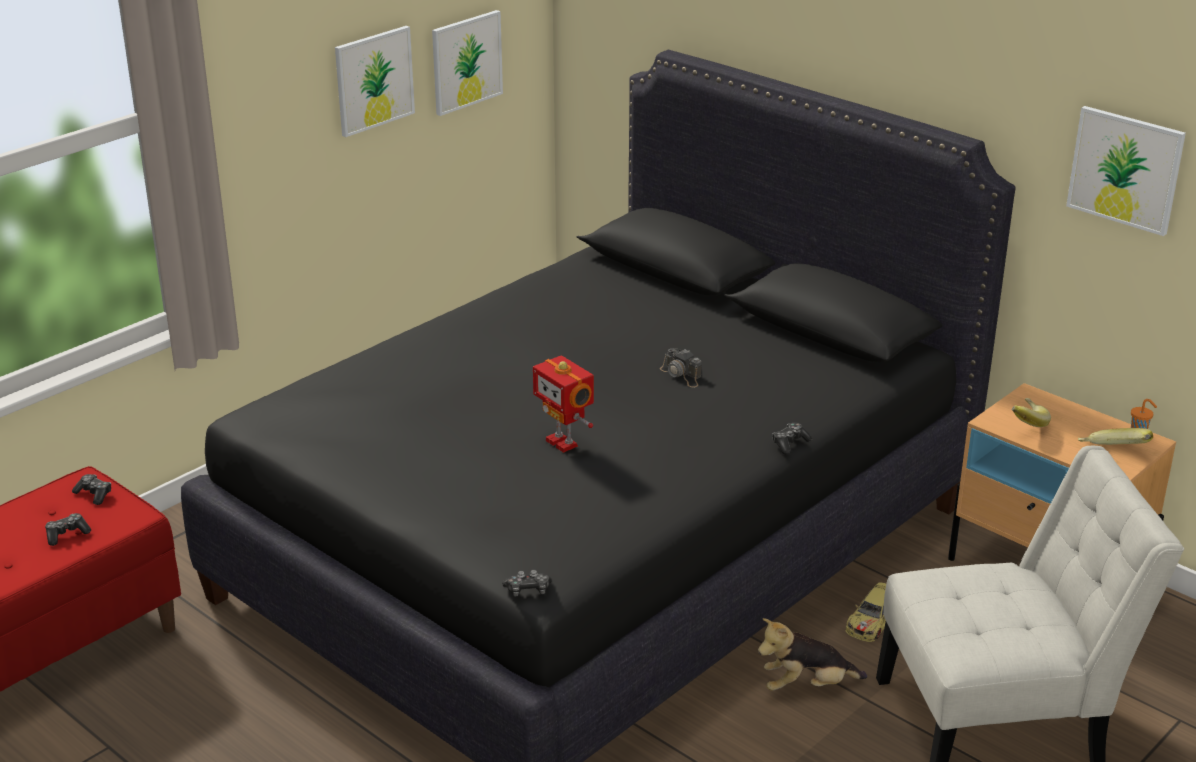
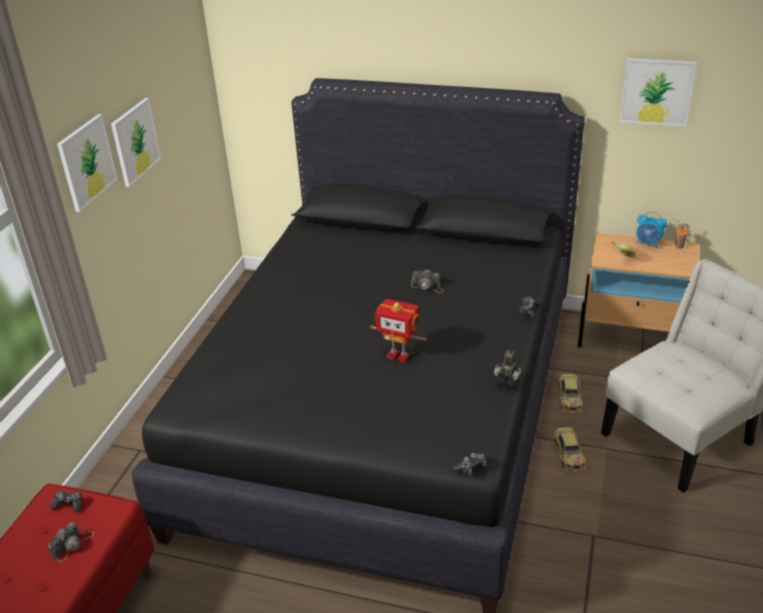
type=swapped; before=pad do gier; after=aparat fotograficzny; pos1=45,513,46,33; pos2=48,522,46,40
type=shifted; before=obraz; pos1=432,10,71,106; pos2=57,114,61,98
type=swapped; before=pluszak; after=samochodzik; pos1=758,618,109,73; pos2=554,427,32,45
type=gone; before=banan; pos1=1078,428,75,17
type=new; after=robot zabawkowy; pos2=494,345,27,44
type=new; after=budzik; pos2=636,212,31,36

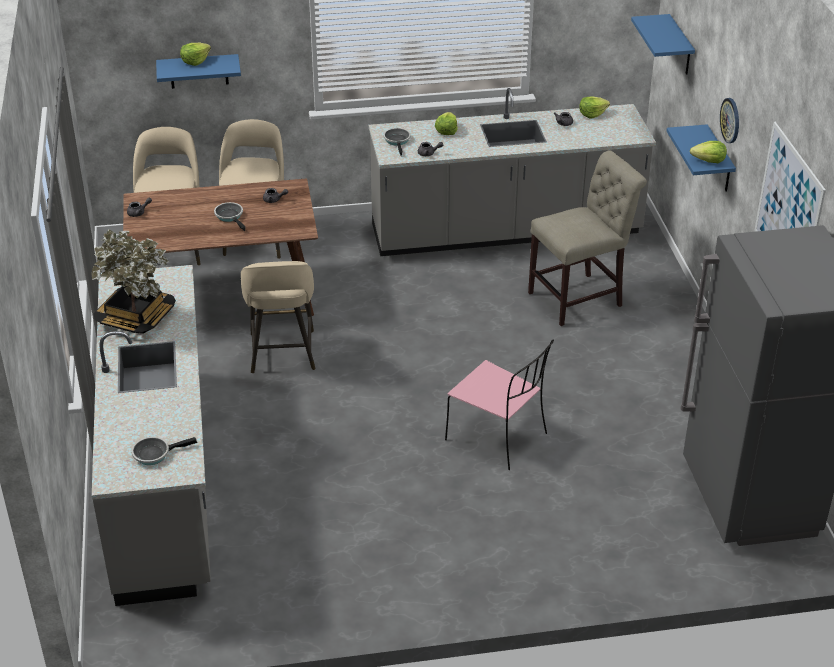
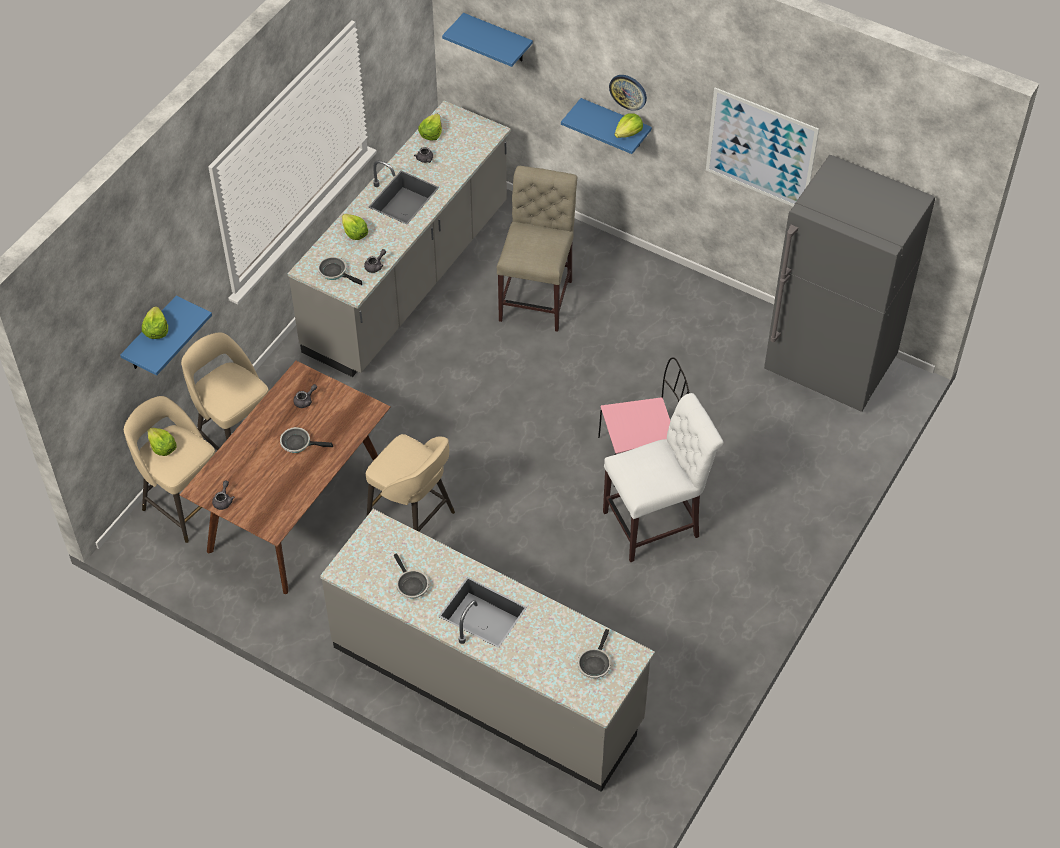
type=swapped; before=roślina doniczkowa; after=patelnia; pos1=91,229,85,105; pos2=394,553,35,45
type=new; after=sałata; pos2=148,428,29,28
type=new; after=krzesło [biały]; pos2=603,393,121,169

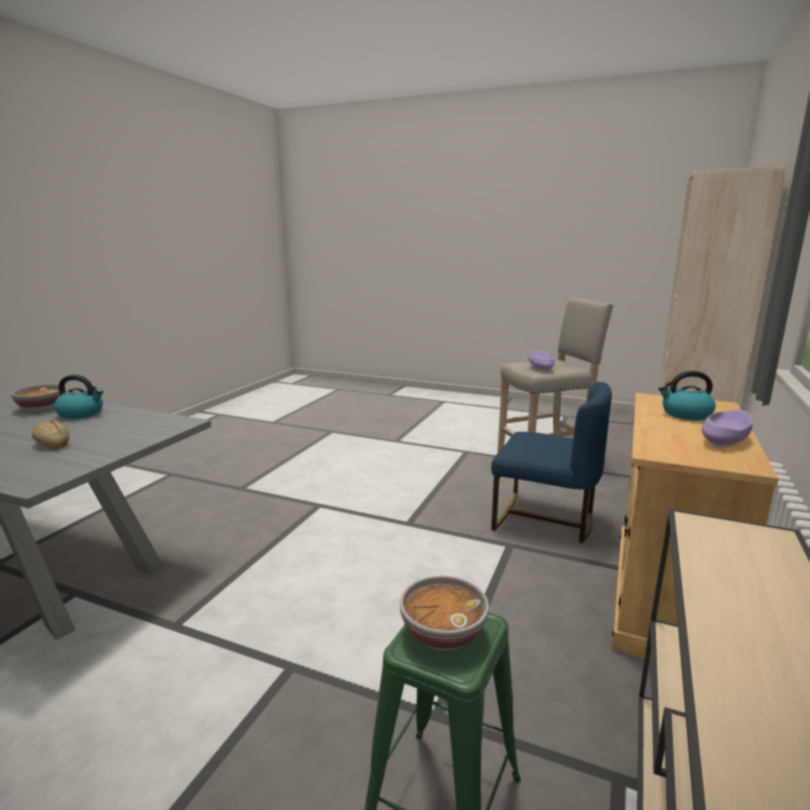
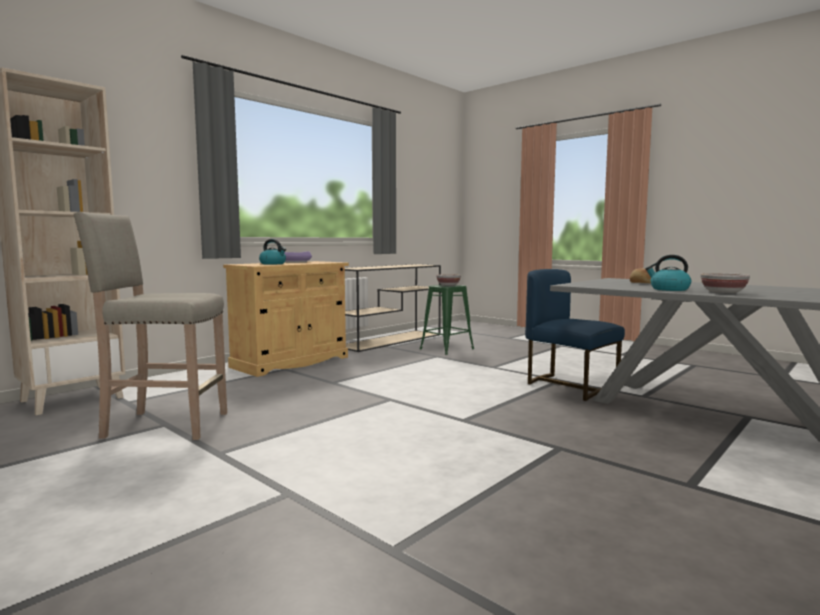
type=shifted; before=krzesło [niebieski]; pos1=491,382,121,161; pos2=525,269,100,132
type=gone; before=miska [fioletowy]; pos1=529,350,26,21

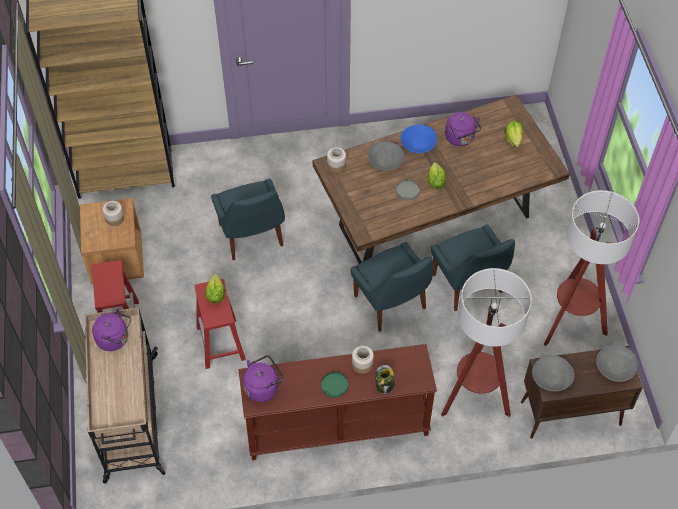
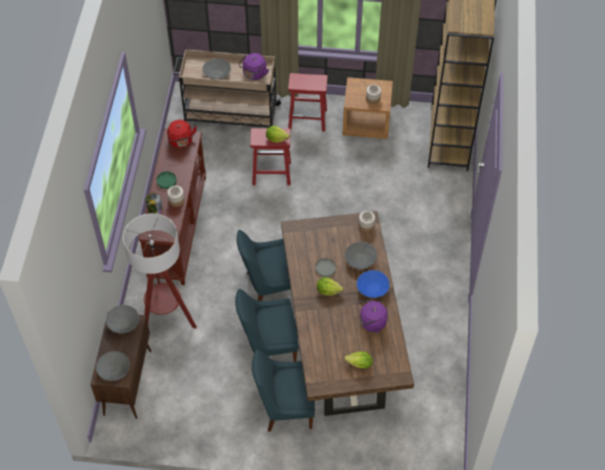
type=shifted; before=krzesło [niebieski]; pos1=211,179,74,81; pos2=252,350,63,82
type=repainted; before=czajnik [fioletowy]; after=czajnik [czerwony]; pos1=243,355,41,47; pos2=167,120,30,28
type=gone; before=lampa stojąca; pos1=544,190,95,156
type=new; after=miska [szary]; pos2=202,58,29,21

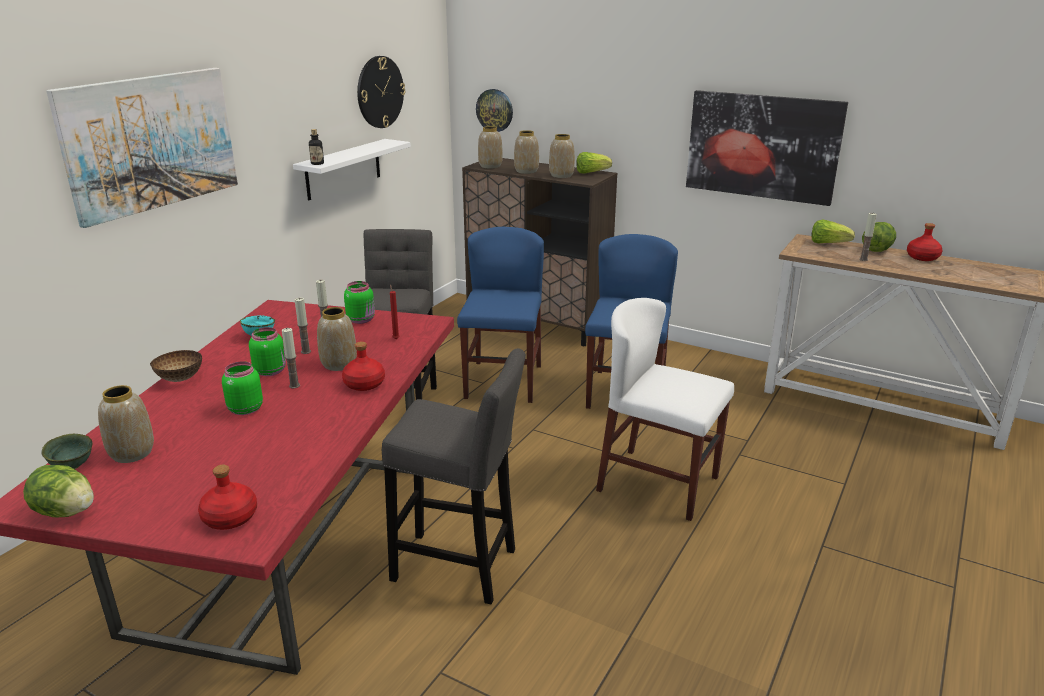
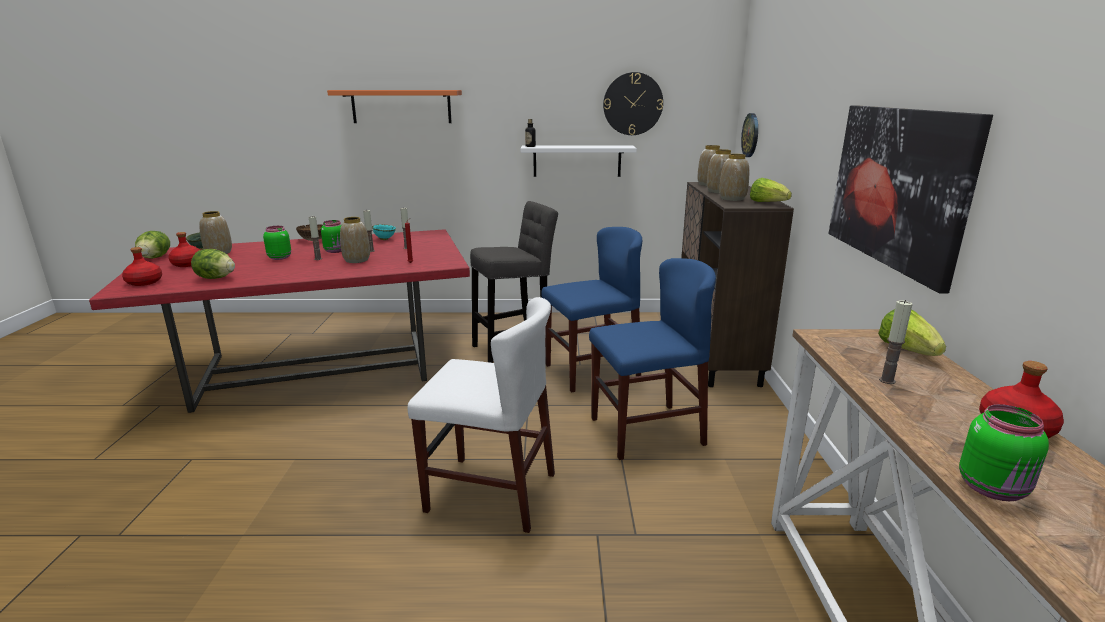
type=swapped; before=obraz; after=półka [pomarańczowy]; pos1=46,68,192,160; pos2=327,90,135,33
type=shifted; before=butelka [czerwony]; pos1=342,341,43,50; pos2=168,232,32,35
type=shifted; before=słoik [zielony]; pos1=344,281,31,43; pos2=959,404,90,97
type=gone; before=stołek [szary]; pos1=382,348,144,257
type=rotated; before=krzesło [biały]; pos1=596,298,138,223; pos2=408,297,147,236; turn=105
type=shifted; before=sałata; pos1=862,222,34,30; pos2=191,249,44,30

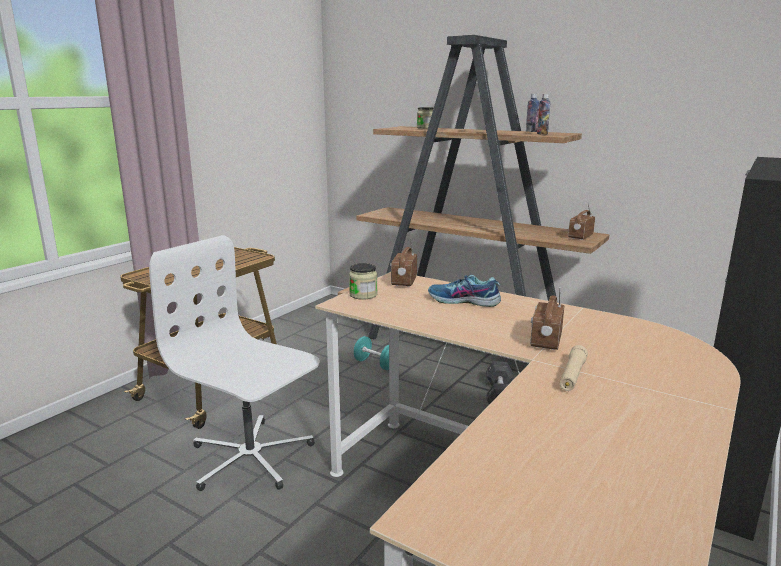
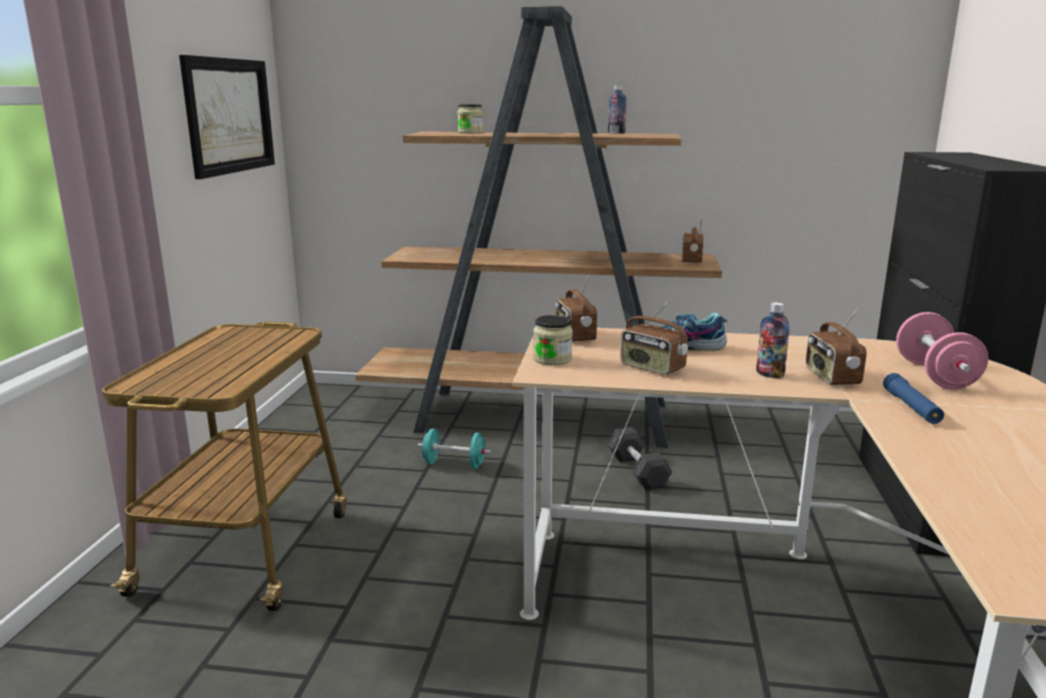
type=gone; before=krzesło biurowe [biały]; pos1=149,235,171,256
type=shifted; before=butelka; pos1=537,94,14,41; pos2=756,302,34,77
type=repainted; before=latarka [beżowy]; after=latarka [niebieski]; pos1=560,345,28,46; pos2=883,373,61,51
type=new; after=obraz; pos2=179,55,96,124
type=new; after=radio; pos2=620,299,68,76
type=new; after=hantel [różowy]; pos2=896,312,92,77

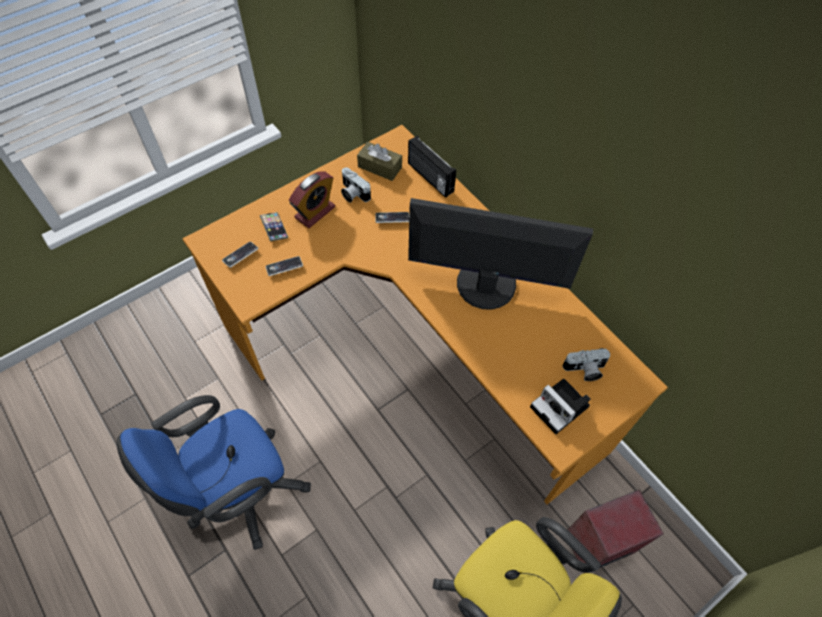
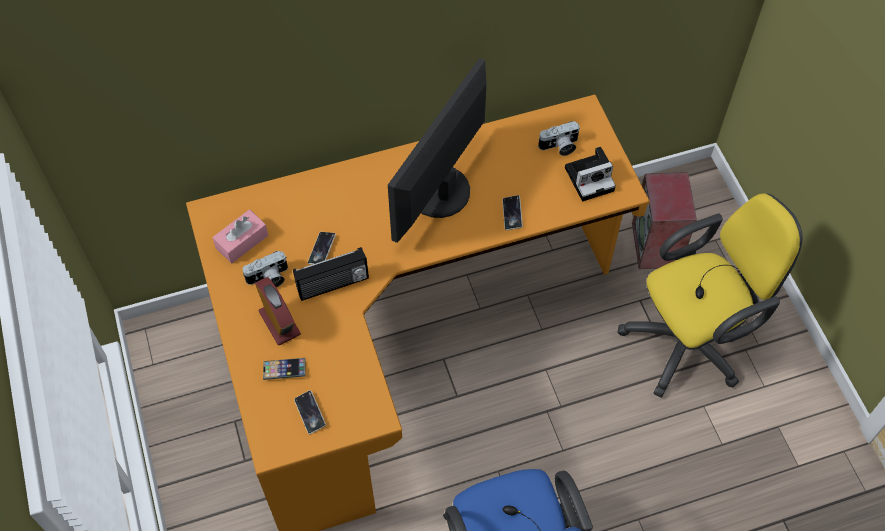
type=shifted; before=telefon; pos1=265,256,38,20; pos2=502,195,21,35
type=repainted; before=pudełko chusteczek [brązowy]; after=pudełko chusteczek [różowy]; pos1=357,142,45,39; pos2=212,209,56,54
type=shifted; before=radio; pos1=408,135,48,63; pos2=293,247,76,54
type=rotated; before=aparat fotograficzny; pos1=563,348,47,33; pos2=538,121,42,35; turn=60

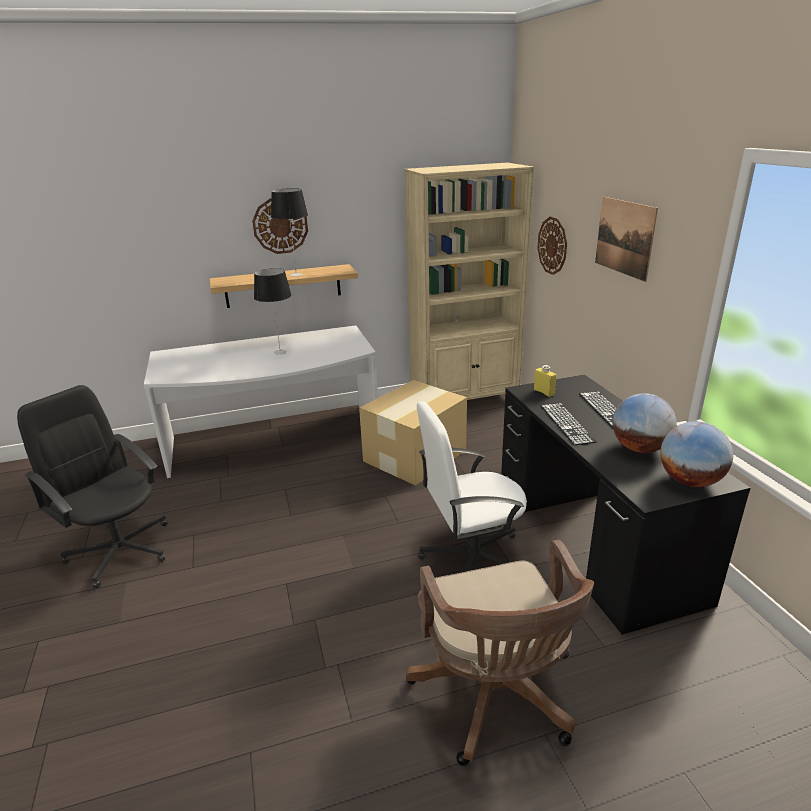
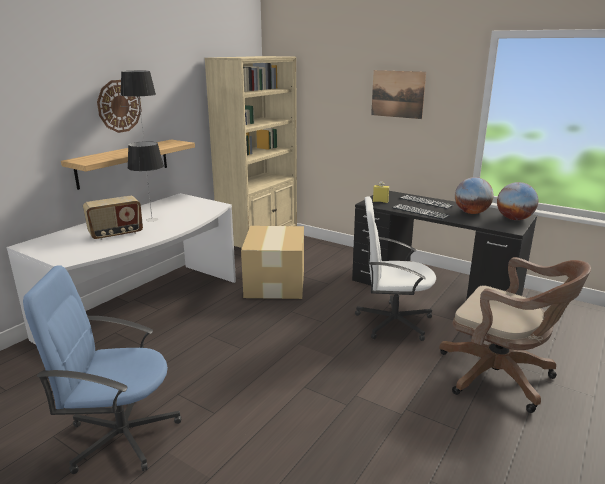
type=repainted; before=krzesło biurowe [czarny]; after=krzesło biurowe [niebieski]; pos1=17,385,150,203; pos2=23,266,158,208
type=rotated; before=krzesło biurowe [biały]; pos1=417,401,110,171; pos2=355,196,81,145; turn=60
type=gone; before=zegar ścienny; pos1=537,216,30,59
type=new; after=radio; pos2=83,196,60,44

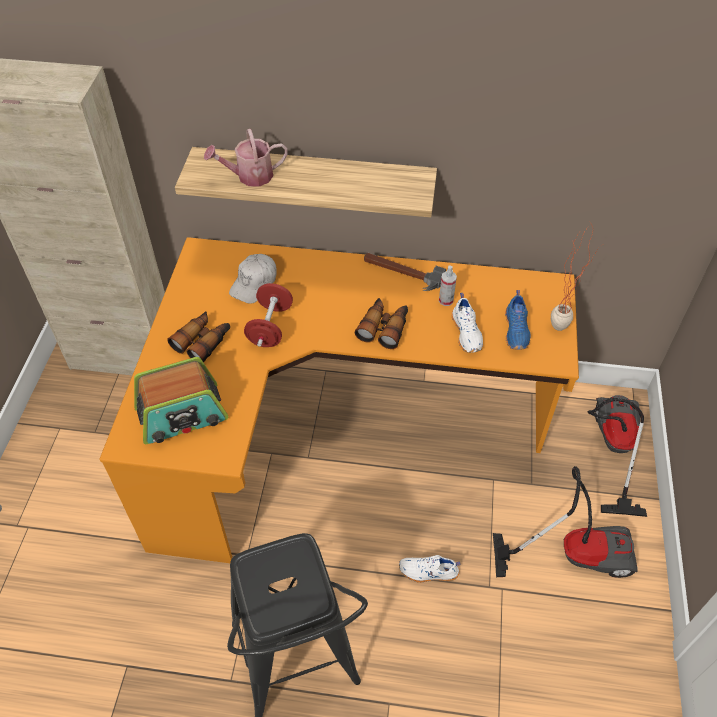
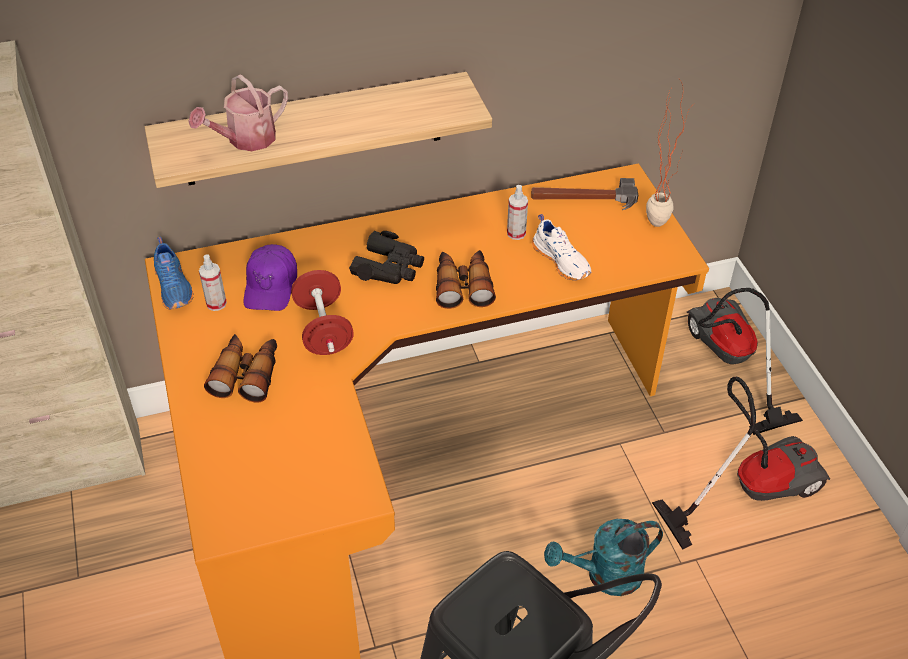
type=gone; before=radio; pos1=134,357,95,87
type=repainted; before=czapka z daszkiem [biały]; after=czapka z daszkiem [fioletowy]; pos1=229,254,48,50; pos2=244,244,53,67
type=shifted; before=młotek; pos1=364,253,82,38; pos2=531,178,107,32
type=swapped; before=but [biały]; after=konewka [turkusowy]; pos1=399,555,62,28; pos2=544,519,119,77
type=shifted; before=but [niebieski]; pos1=505,290,26,60; pos2=154,237,39,73
type=new; after=spryskiwacz; pos2=199,254,28,57
type=new; after=lornetka [czarny]; pos2=349,231,75,53

